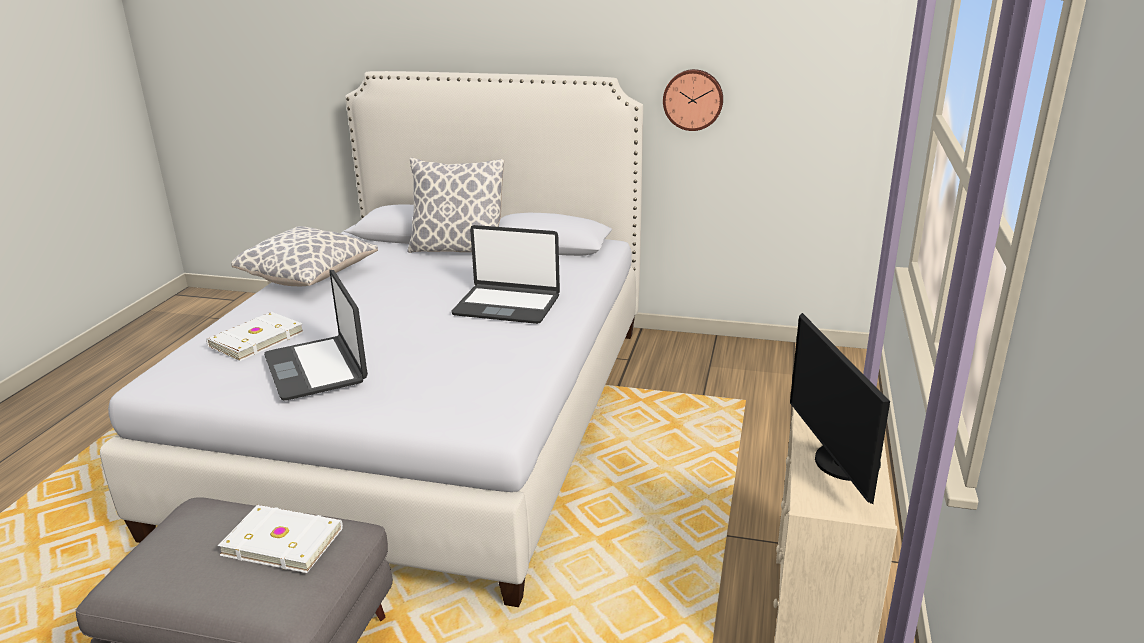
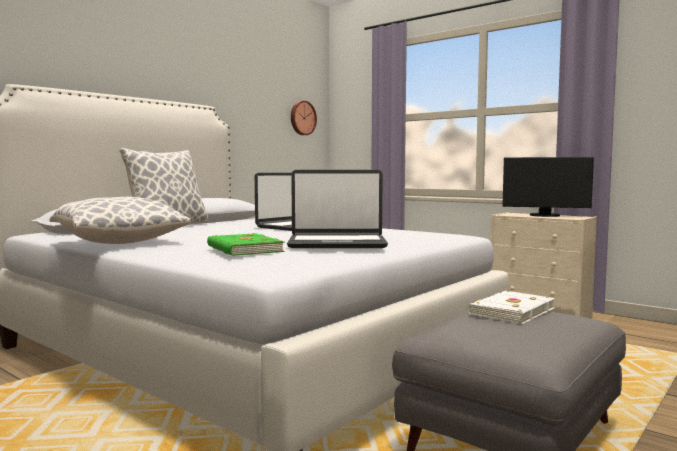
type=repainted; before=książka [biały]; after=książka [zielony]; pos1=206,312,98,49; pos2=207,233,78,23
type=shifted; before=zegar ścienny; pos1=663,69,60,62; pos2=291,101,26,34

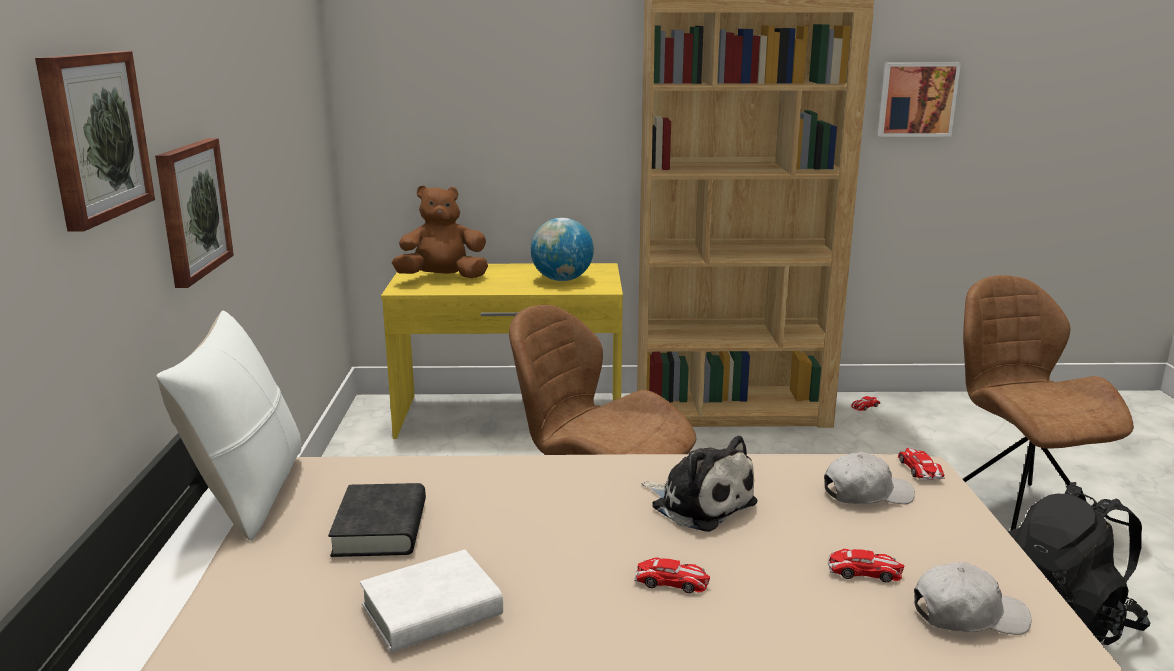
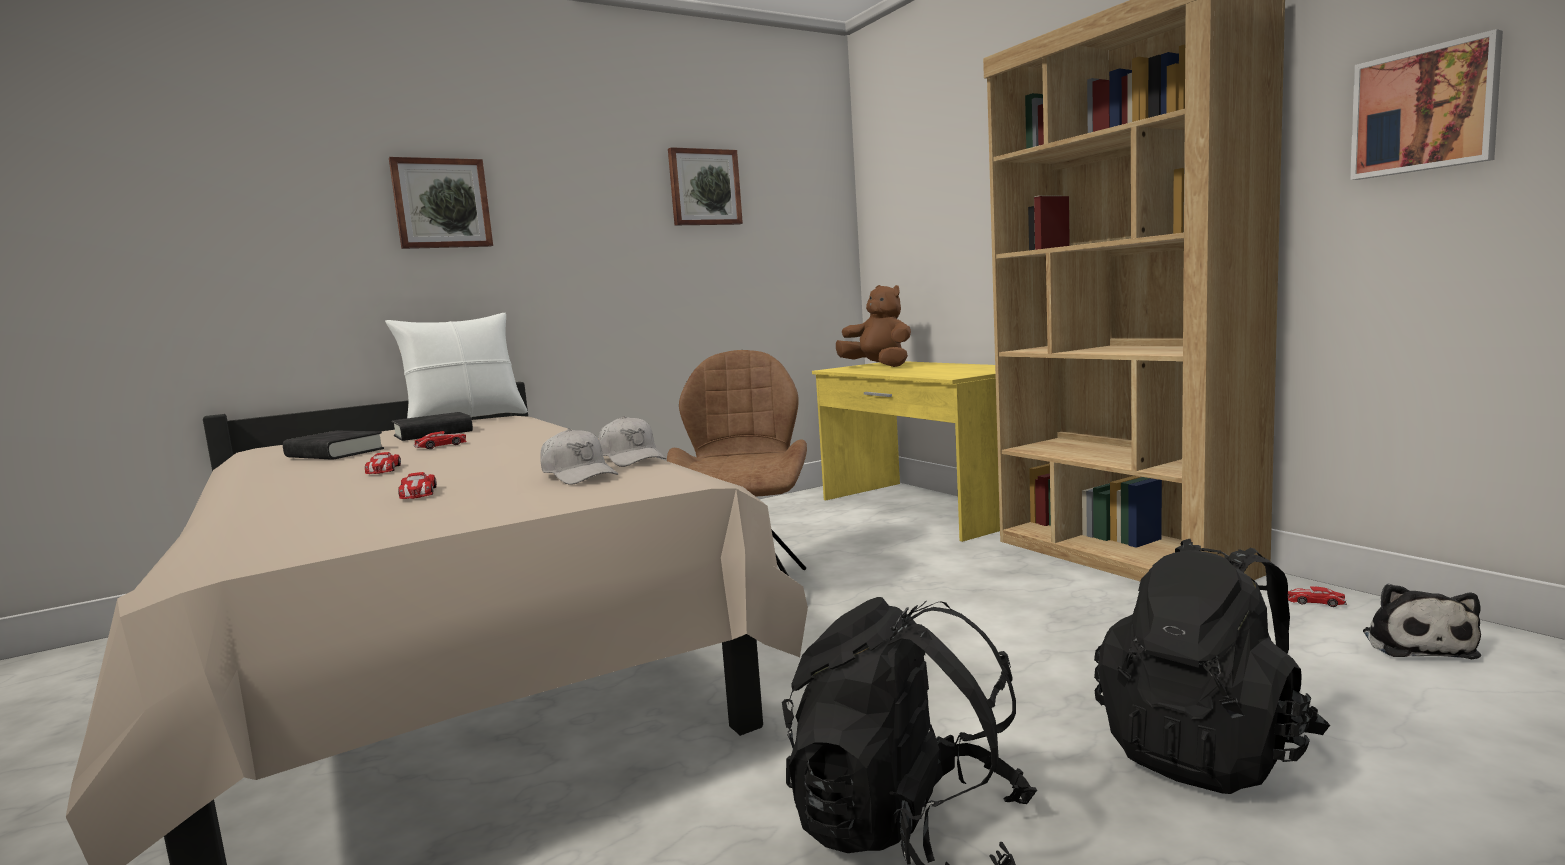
type=shifted; before=obraz; pos1=155,138,79,150; pos2=668,147,75,78
type=repainted; before=książka [biały]; after=książka [czarny]; pos1=360,550,143,102; pos2=283,431,101,29
type=gone; before=globus; pos1=530,218,64,63
type=shifted; before=pluszak; pos1=641,436,117,96; pos2=1363,584,118,75
type=shifted; before=samochodzik; pos1=898,448,47,32; pos2=413,431,54,18
type=shifted; before=czapka z daszkiem [biały]; pos1=914,562,117,73; pos2=598,416,68,51
type=swapped; before=krzesło [brązowy]; after=plecak [czarny]; pos1=963,275,171,256; pos2=1094,539,236,255

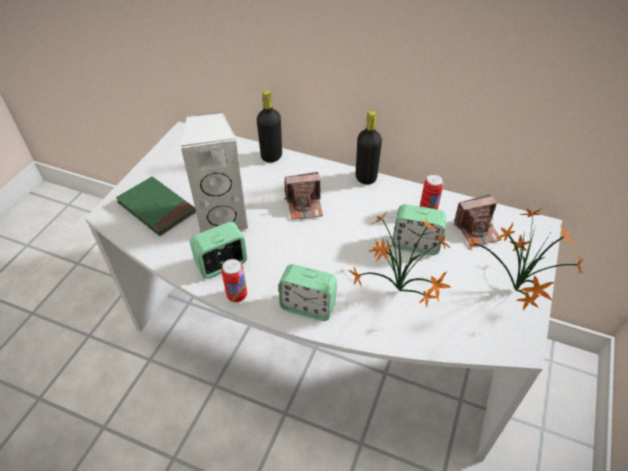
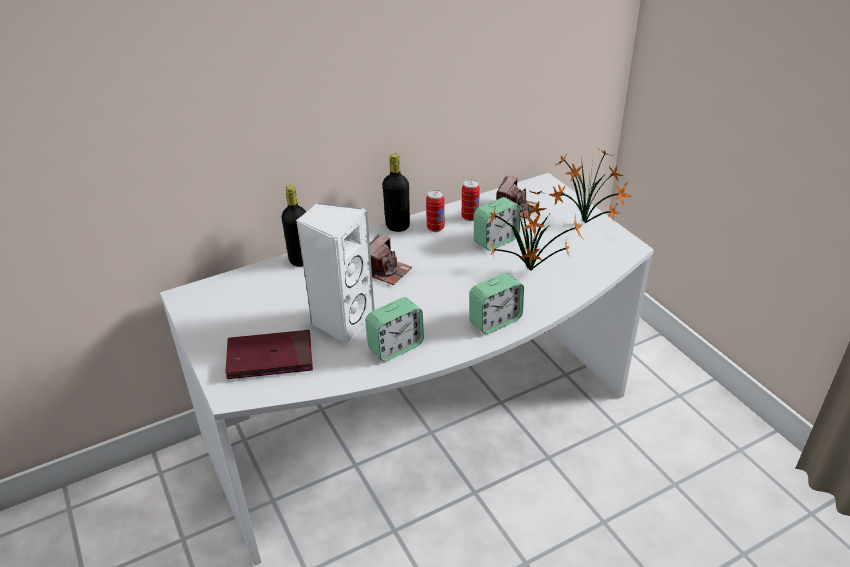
type=repainted; before=książka [zielony]; after=książka [czerwony]; pos1=116,176,80,60; pos2=225,330,88,49
type=rotated; before=budzik; pos1=190,222,57,57; pos2=365,297,59,65; turn=-135
type=shifted; before=puszka; pos1=222,259,25,43; pos2=426,190,18,42

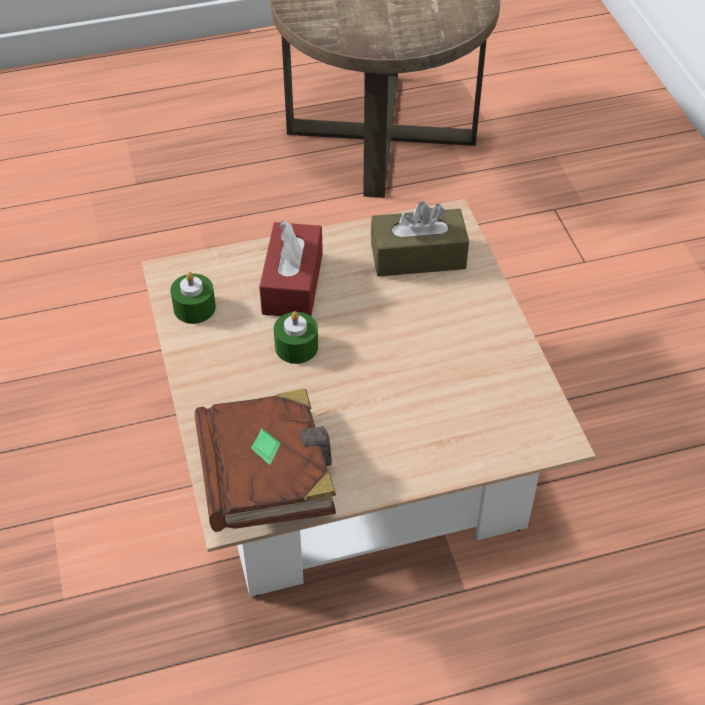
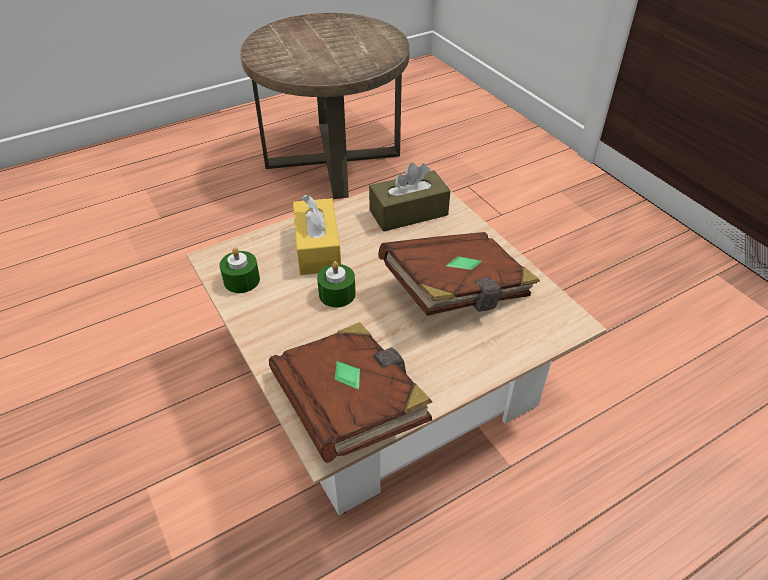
type=repainted; before=pudełko chusteczek [czerwony]; after=pudełko chusteczek [żółty]; pos1=259,221,64,95; pos2=293,194,48,81
type=new; after=książka [brązowy]; pos2=378,232,162,84

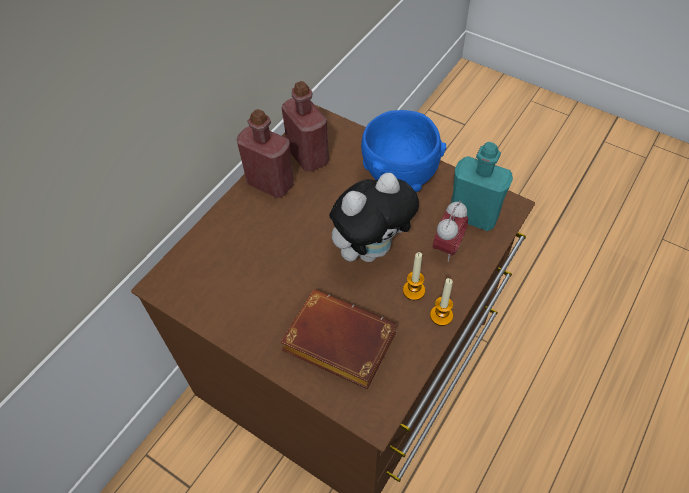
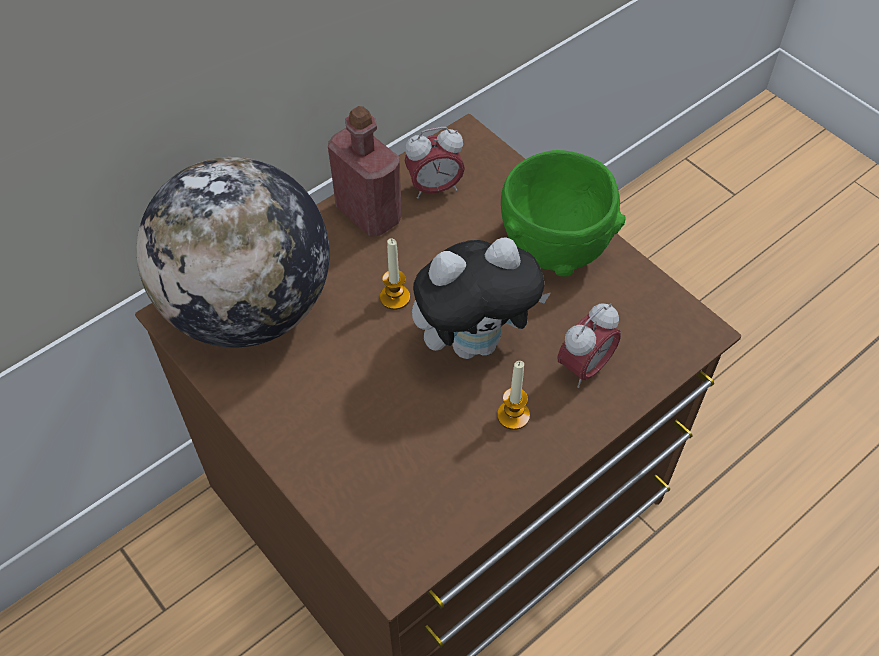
type=gone; before=książka [brązowy]; pos1=280,289,118,100
type=swapped; before=butelka [czerwony]; after=budzik; pos1=282,81,47,91; pos2=405,127,60,72
type=repainted; before=miska [niebieski]; after=miska [zielony]; pos1=361,110,85,82; pos2=501,150,125,127
type=shifted; before=świeca; pos1=430,278,23,48; pos2=380,238,30,72
type=gone; before=butelka [turkusowy]; pos1=451,142,62,89
type=new; after=globus; pos2=137,157,193,191

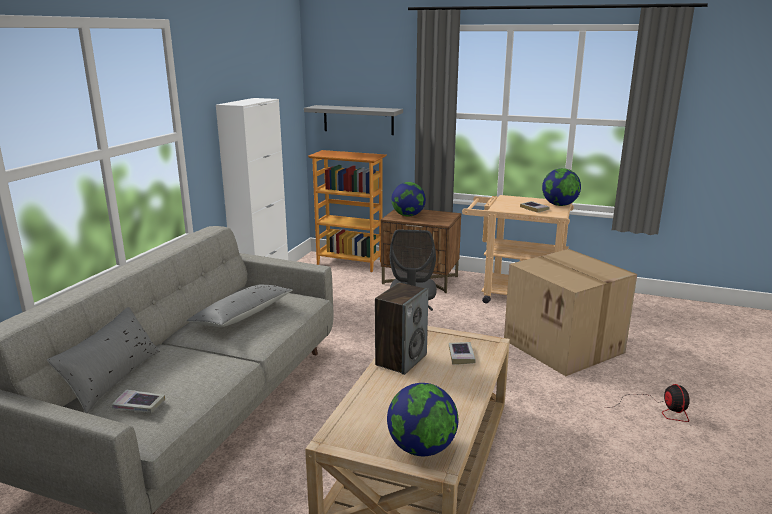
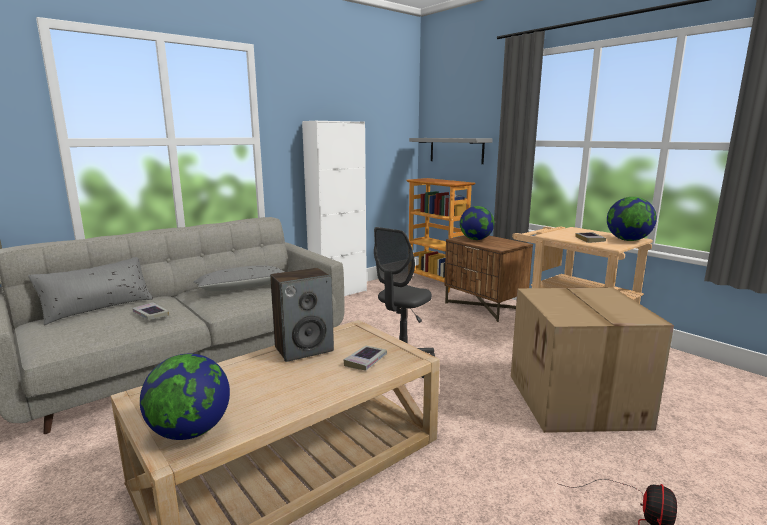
type=shifted; before=książka; pos1=112,389,53,24; pos2=132,302,37,18

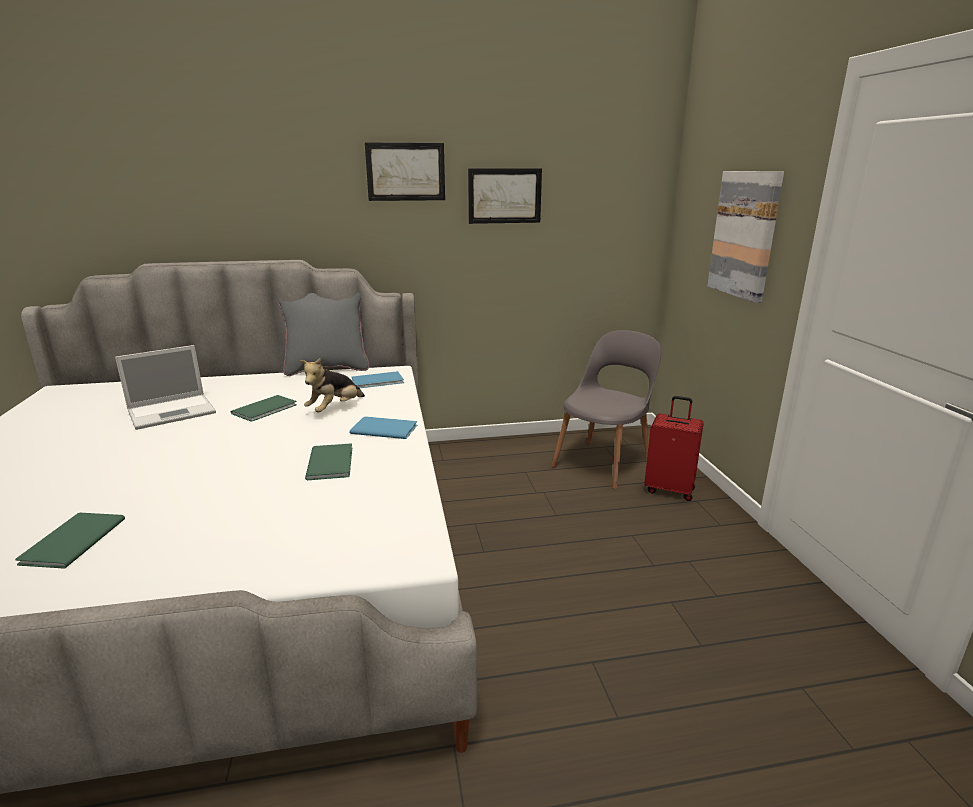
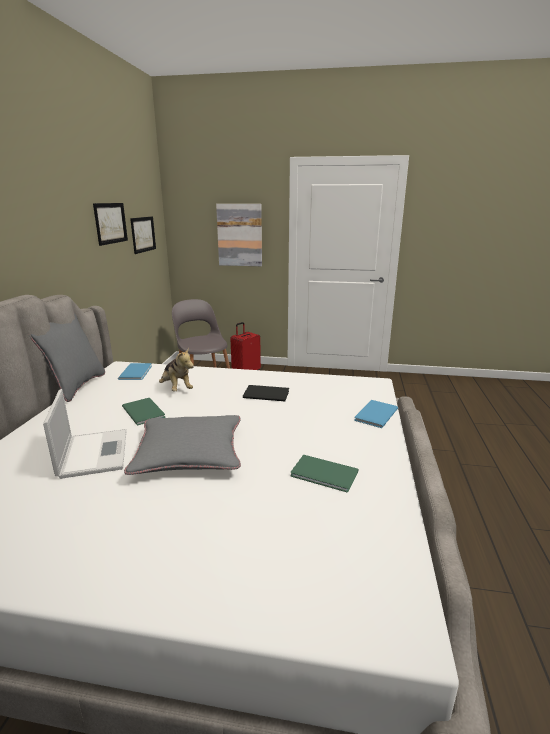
type=repainted; before=książka [zielony]; after=książka [czarny]; pos1=305,444,47,36; pos2=243,385,46,16
type=shifted; before=książka [niebieski]; pos1=350,416,67,23; pos2=354,400,44,28
type=shifted; before=obraz; pos1=365,142,80,59; pos2=130,216,26,38
type=new; after=poduszka [szary]; pos2=124,415,117,60

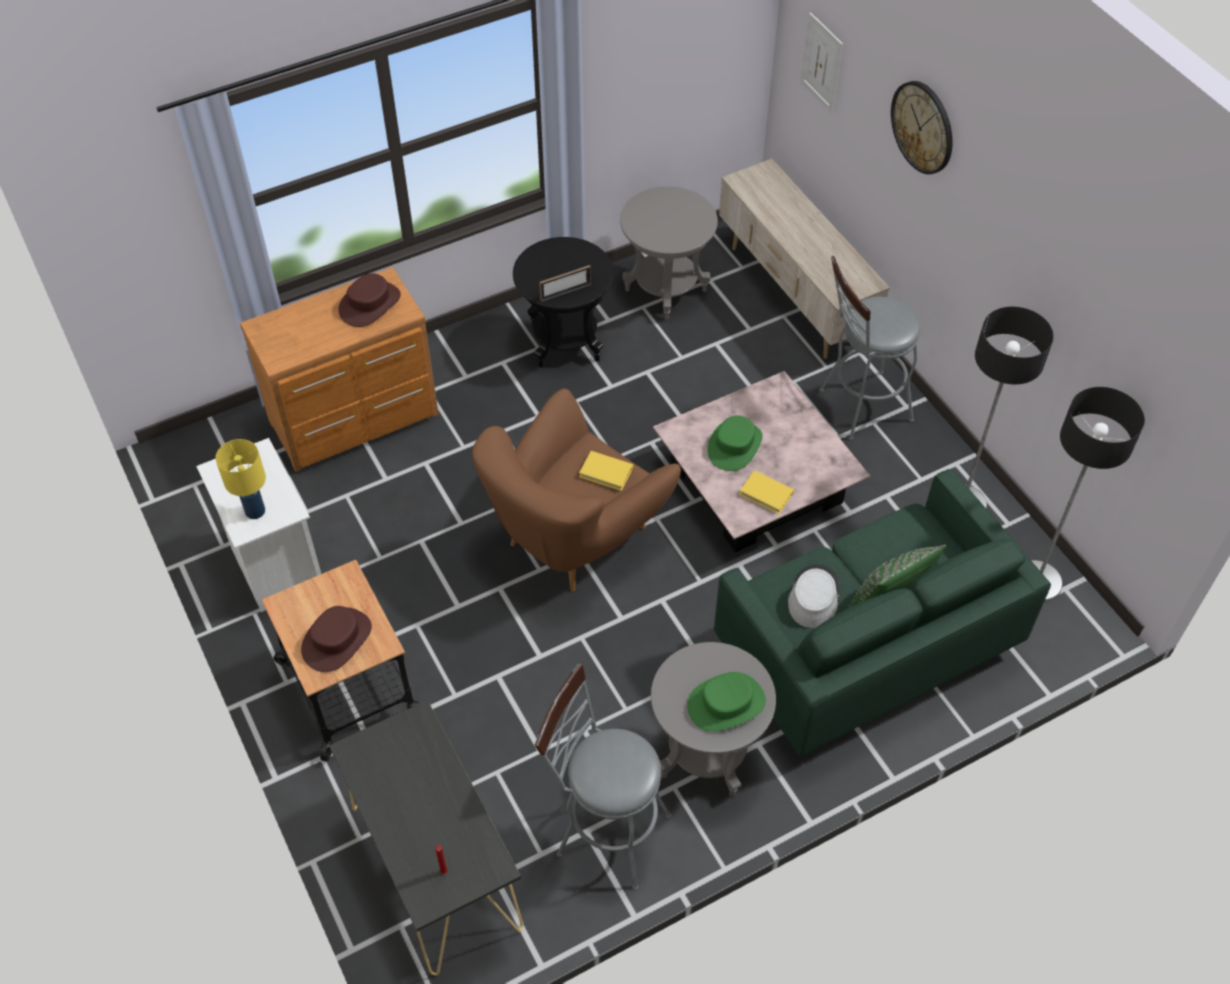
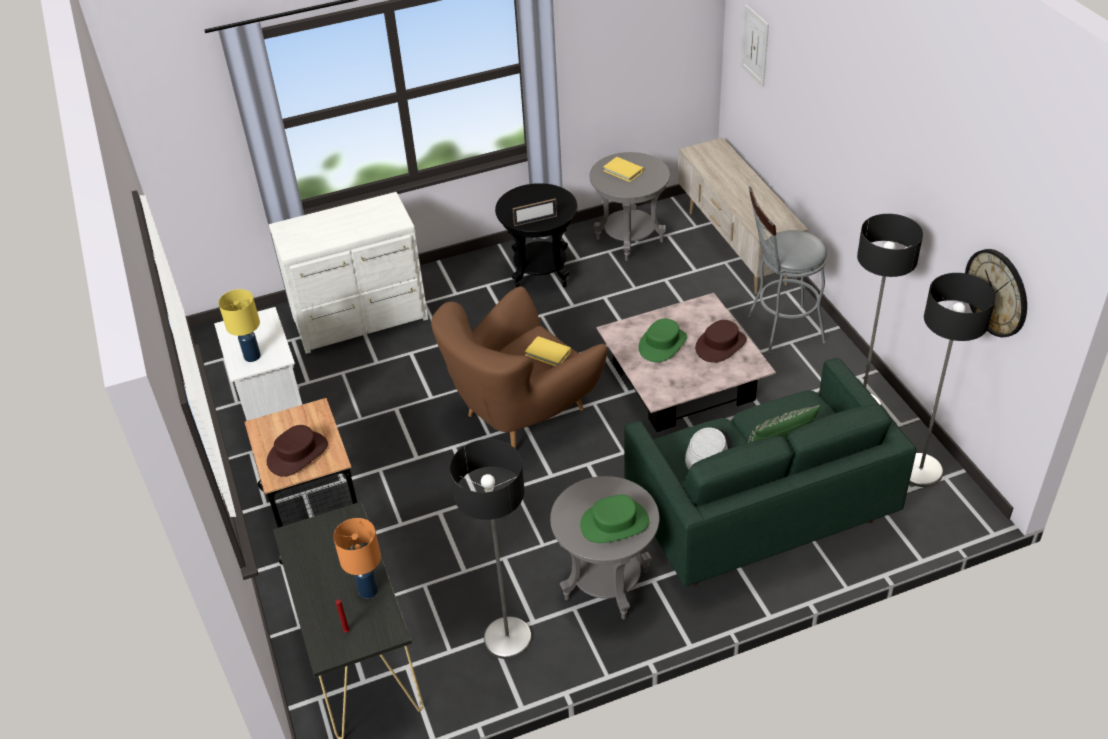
type=repainted; before=komoda [brązowy]; after=komoda [biały]; pos1=240,267,199,205; pos2=269,192,159,162
type=shifted; before=kapelusz [brązowy]; pos1=338,273,63,54; pos2=695,320,52,43
type=swapped; before=stołek [szary]; after=lampa stojąca; pos1=535,663,136,227; pos2=450,439,82,220
type=shifted; before=książka [żółty]; pos1=739,470,55,44; pos2=603,157,41,25
type=shifted; before=zegar ścienny; pos1=891,81,62,93; pos2=965,249,62,88
type=new; after=lampa stołowa [pomarańczowy]; pos2=333,518,48,80

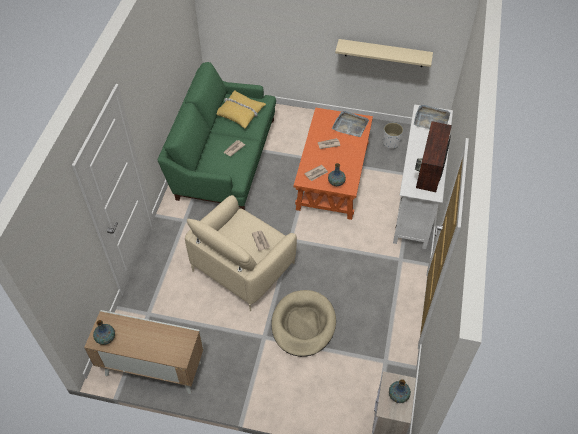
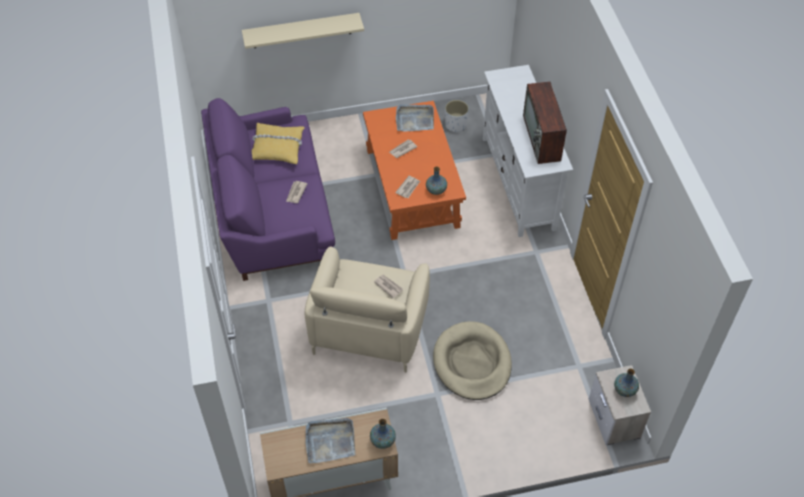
type=shifted; before=wazon; pos1=93,320,22,25; pos2=370,419,26,30
type=repainted; before=kanapa [zielony]; after=kanapa [fioletowy]; pos1=158,62,118,148; pos2=201,98,134,183
type=shifted; before=półka [beżowy]; pos1=335,39,98,28; pos2=242,13,122,36
type=shifted; before=taca [szary]; pos1=414,105,36,24; pos2=305,418,50,45

